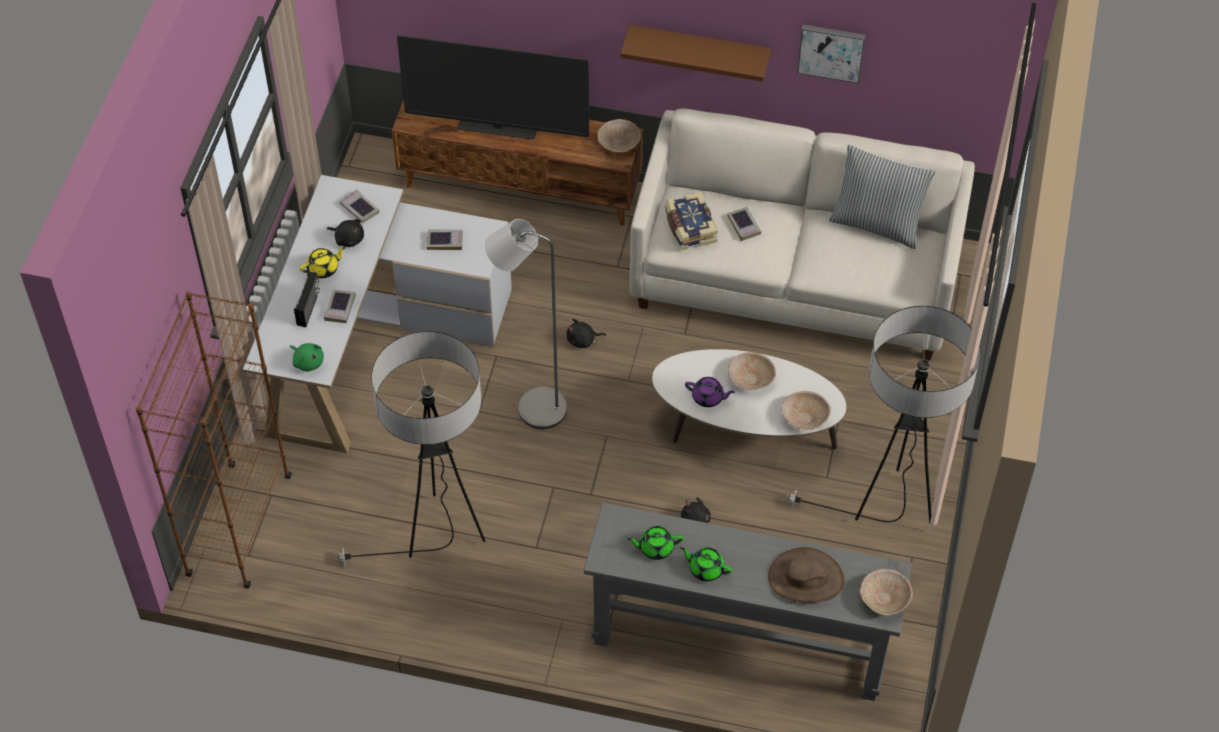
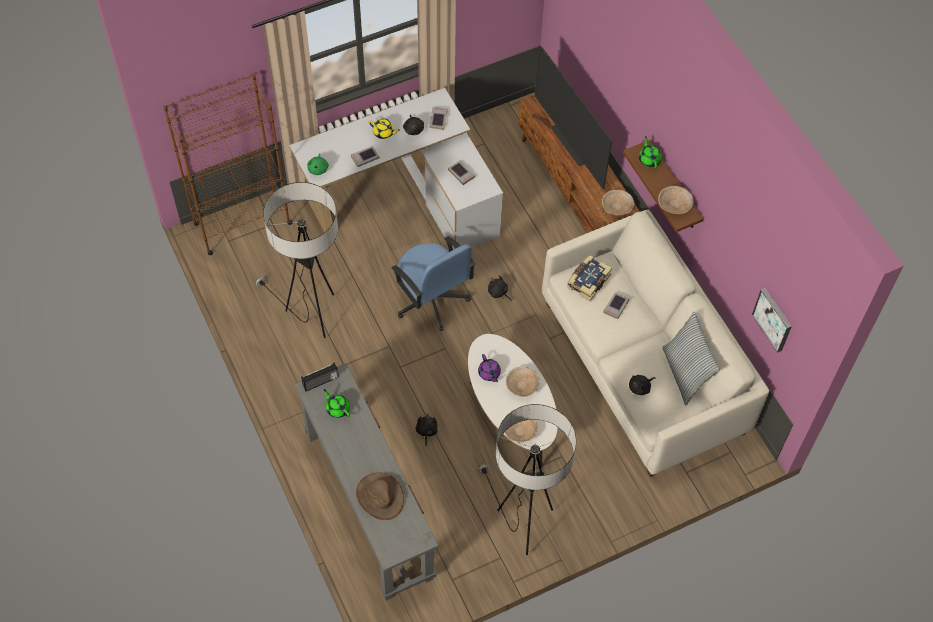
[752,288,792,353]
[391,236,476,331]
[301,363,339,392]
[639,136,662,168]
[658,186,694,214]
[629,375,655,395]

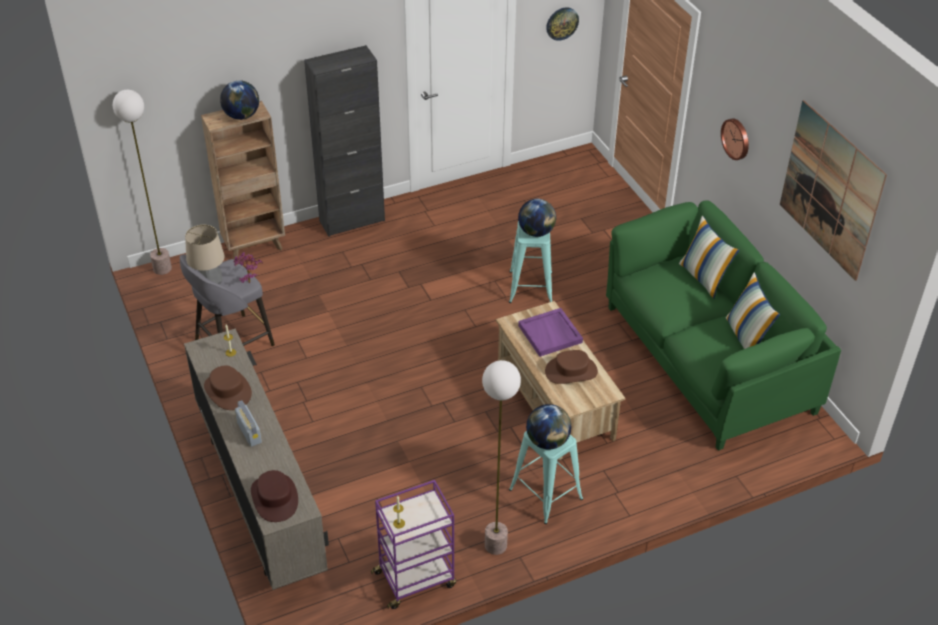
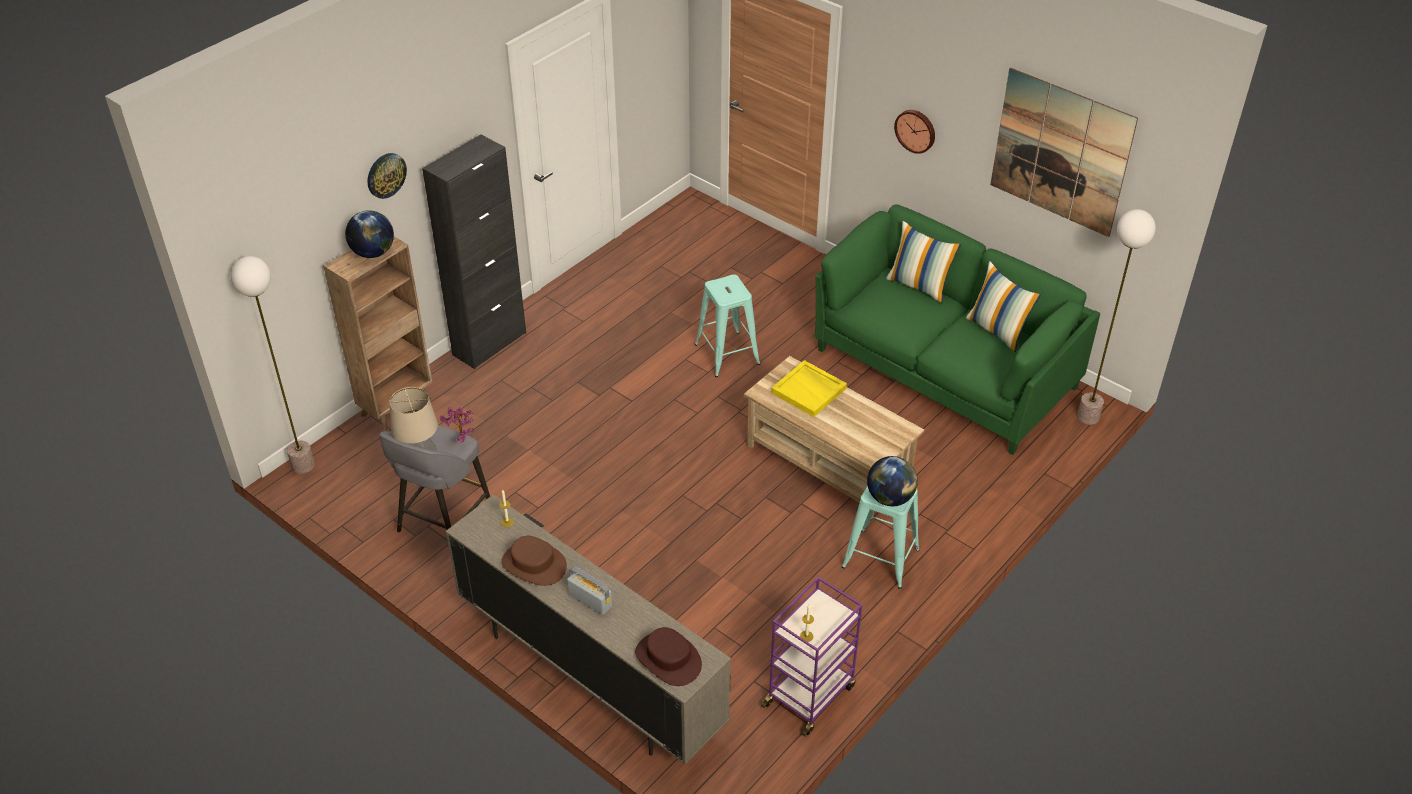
[367,153,407,199]
[518,199,556,237] (first image)
[771,360,847,417]
[545,350,598,384] (first image)
[1077,209,1156,425]

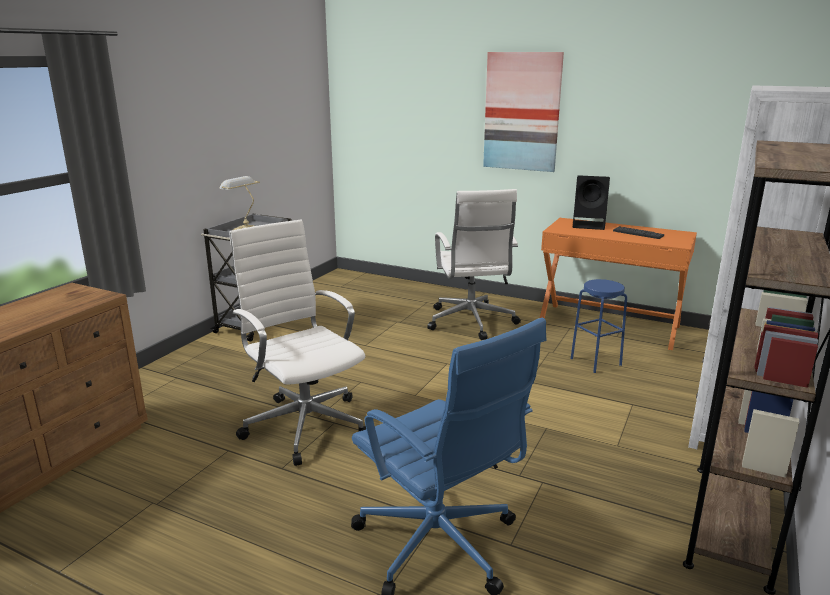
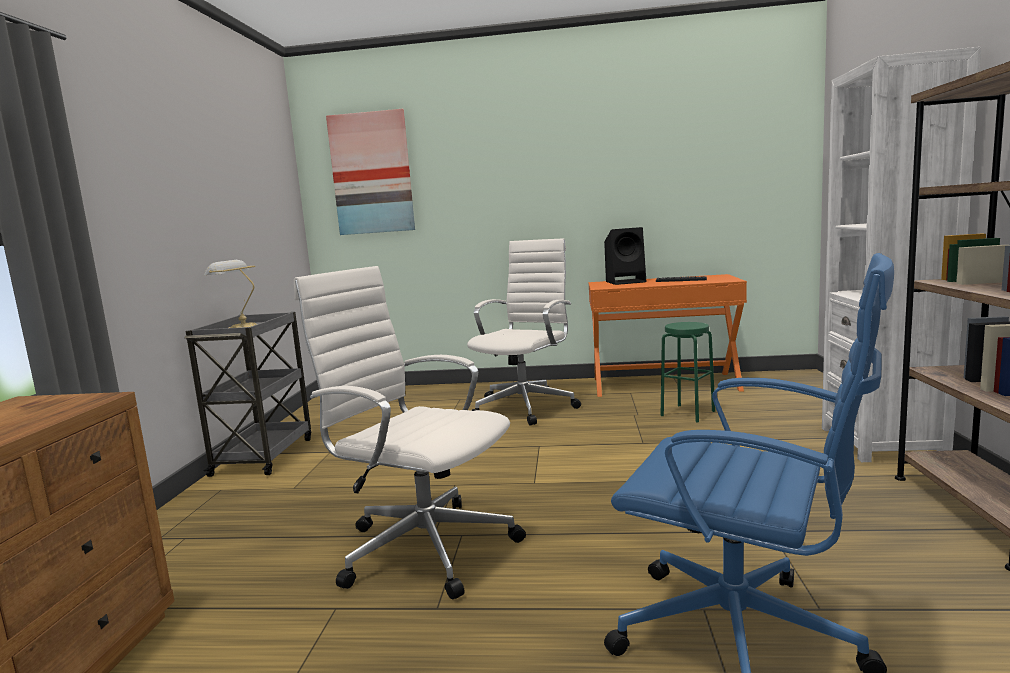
[326,109,415,235]
[467,238,581,426]
[660,322,715,422]

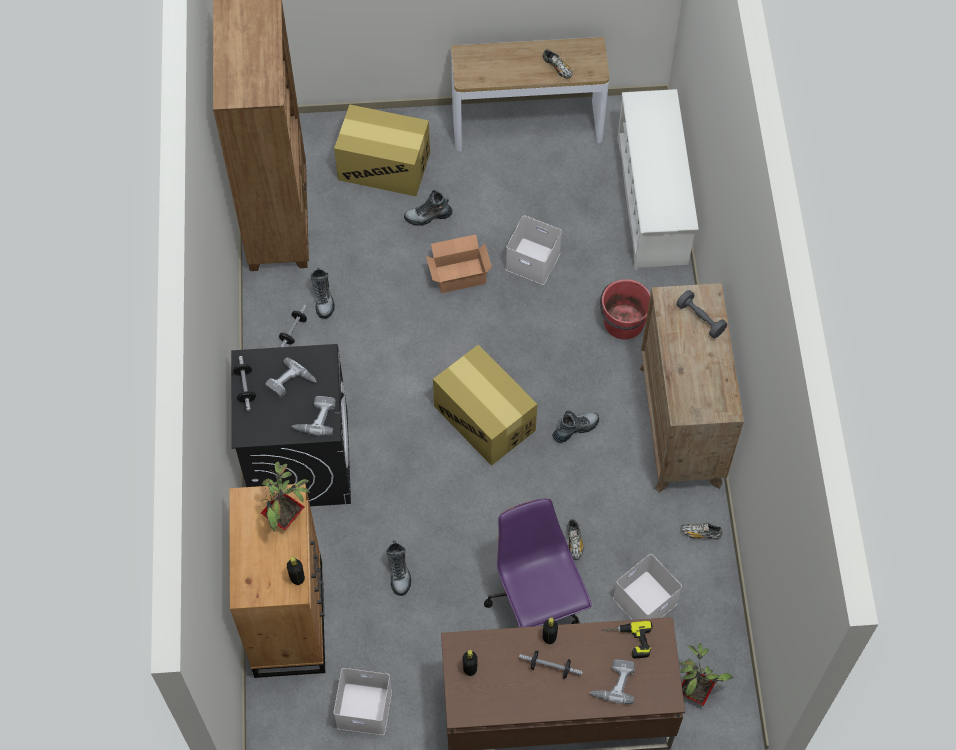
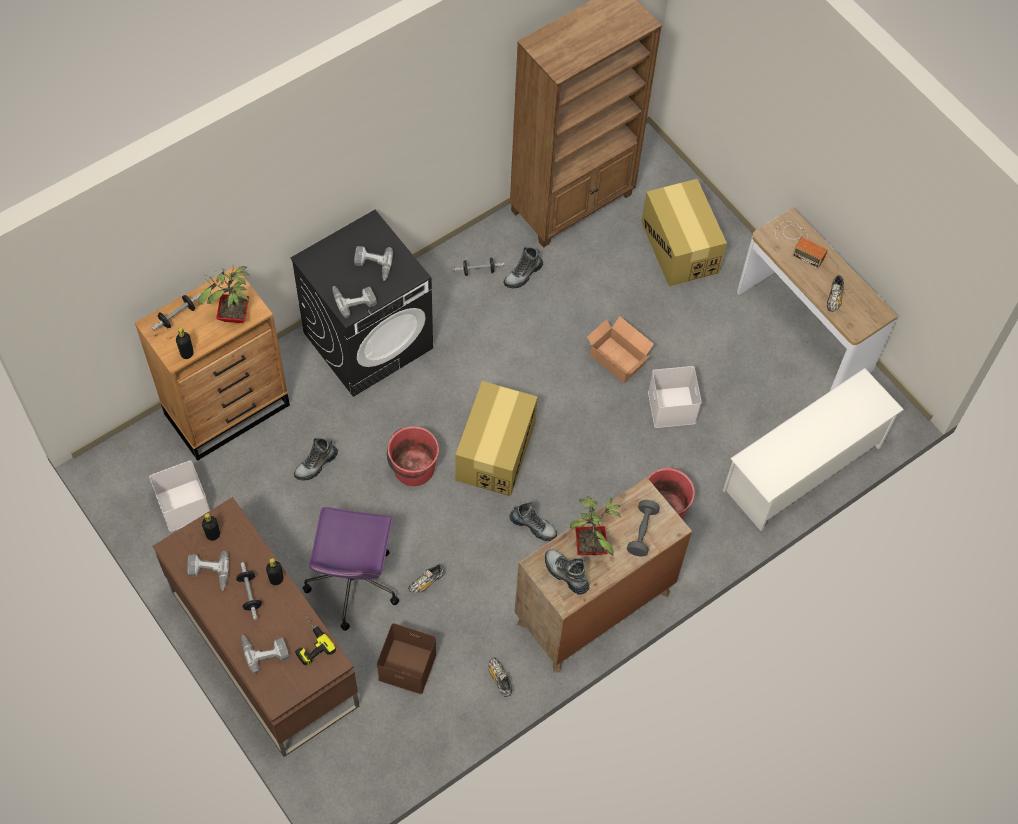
[545,549,589,595]
[151,293,201,331]
[303,507,399,631]
[377,623,437,694]
[570,496,621,556]
[775,221,827,269]
[387,426,439,486]
[187,551,229,591]

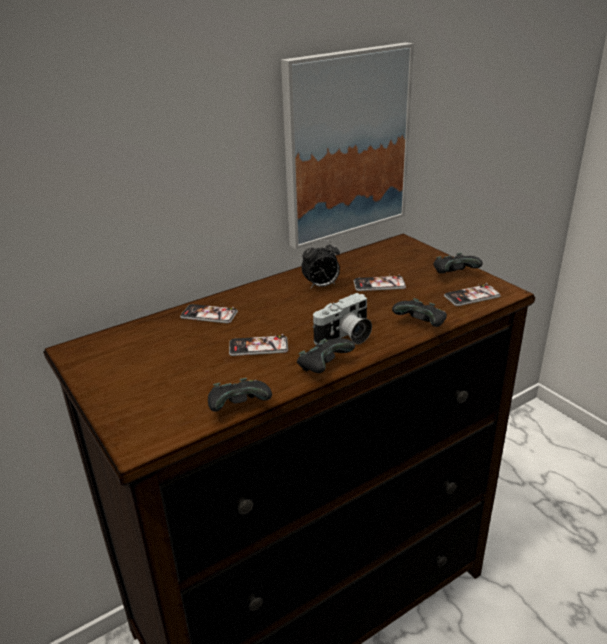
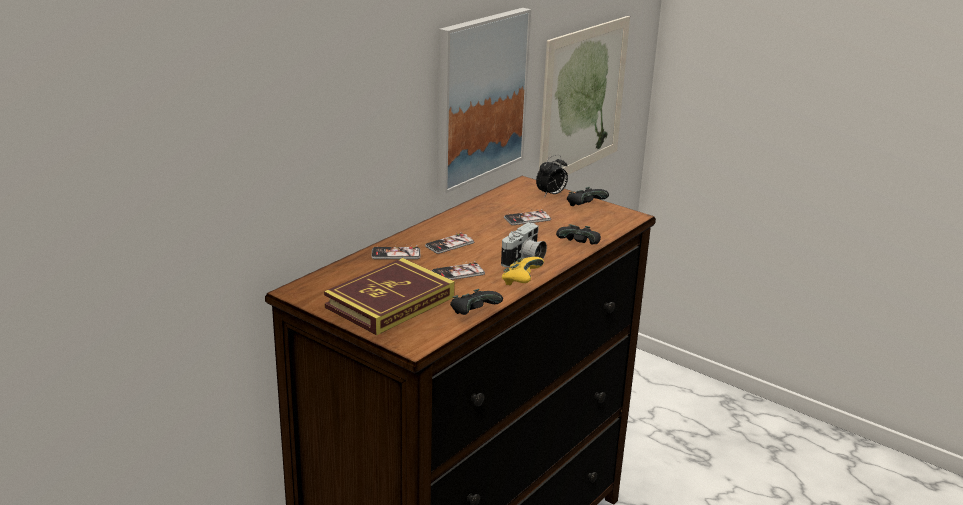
[536,155,568,197]
[425,232,474,254]
[502,257,544,285]
[539,16,630,175]
[324,258,455,336]

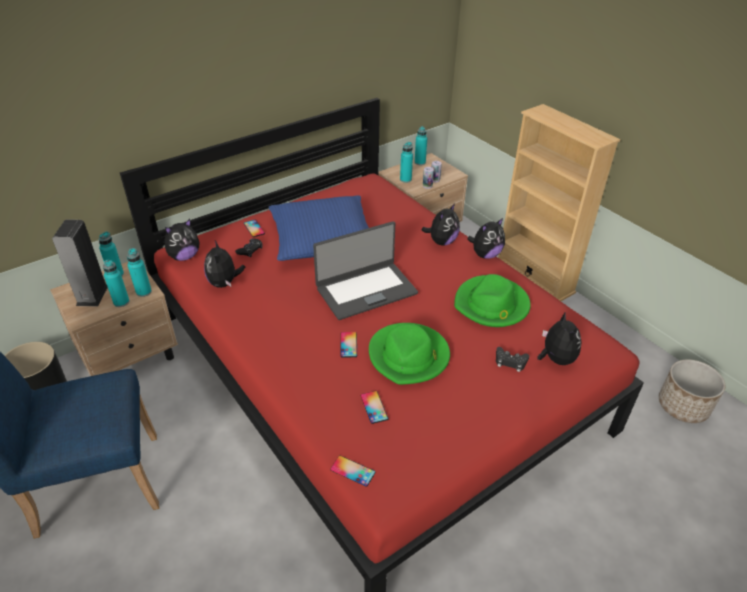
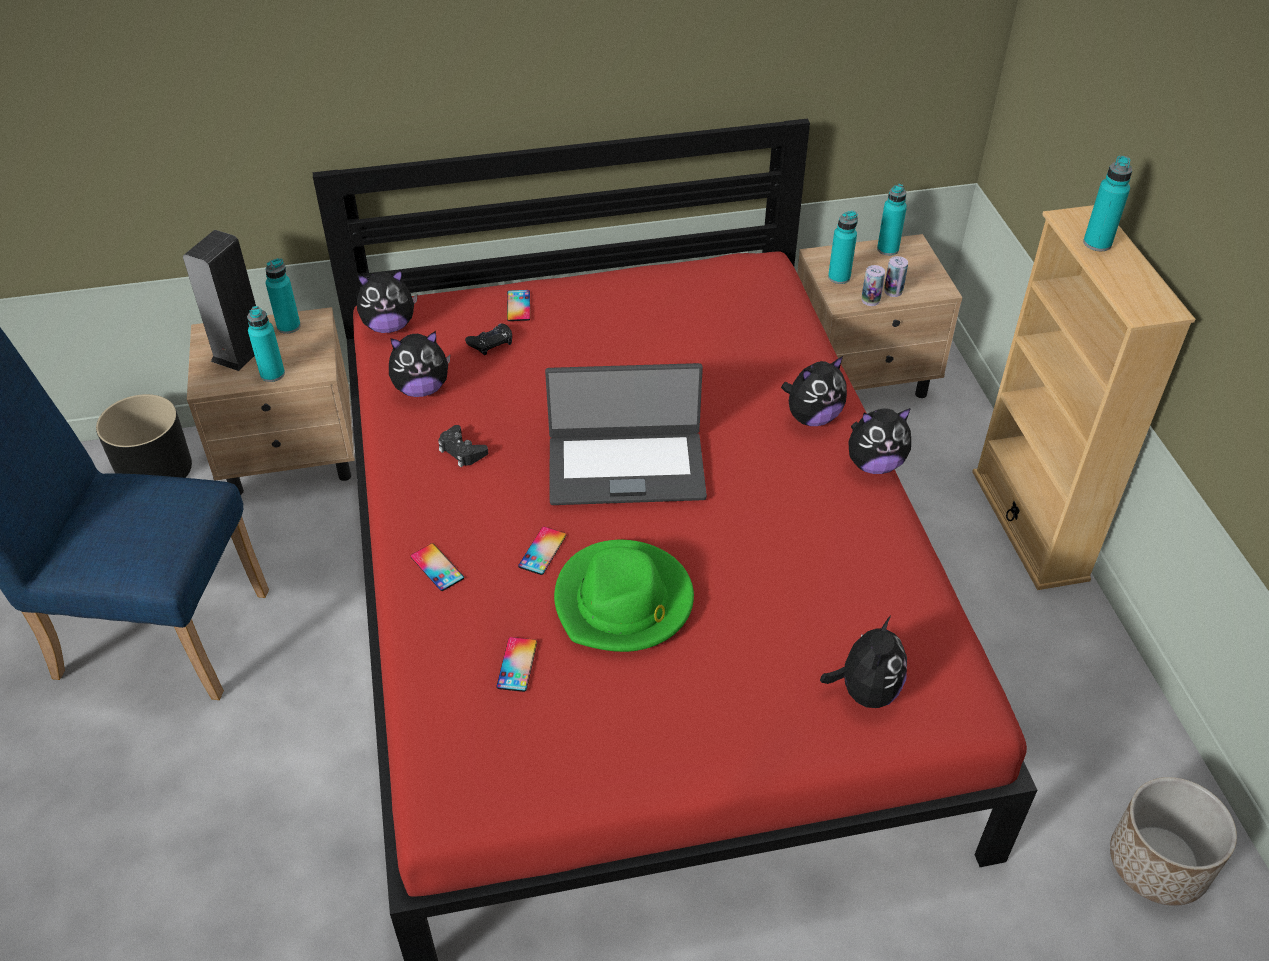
[269,195,369,261] (first image)
[389,331,451,397]
[1083,156,1132,251]
[454,274,531,327] (first image)
[438,425,488,467]
[411,543,464,591]

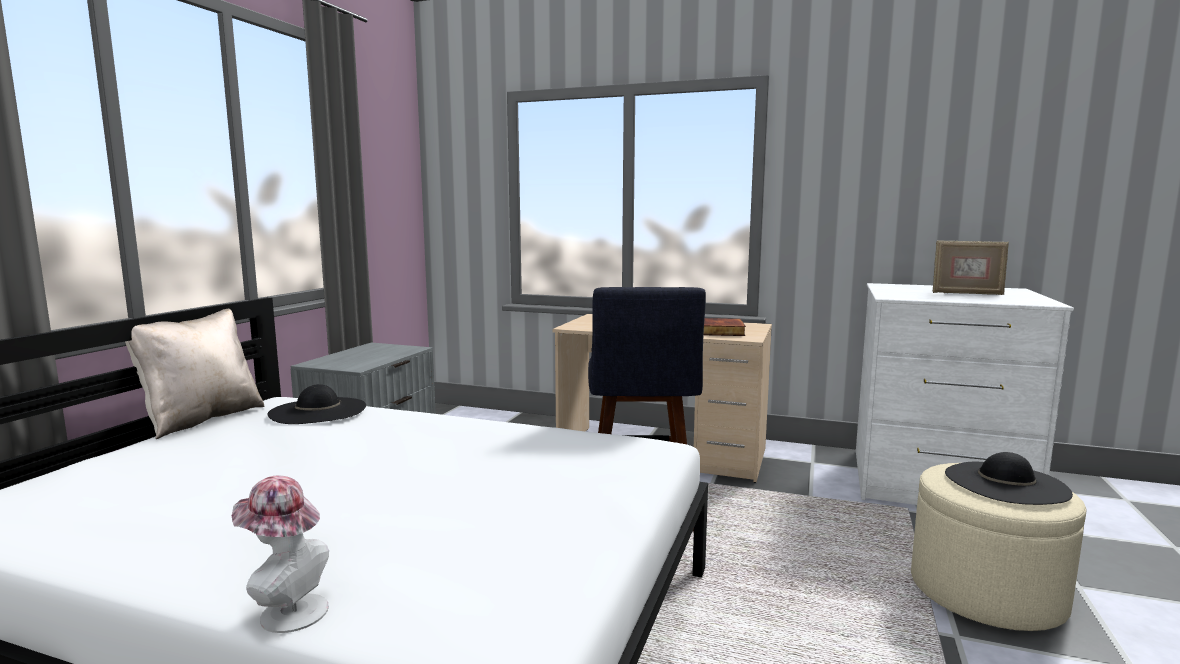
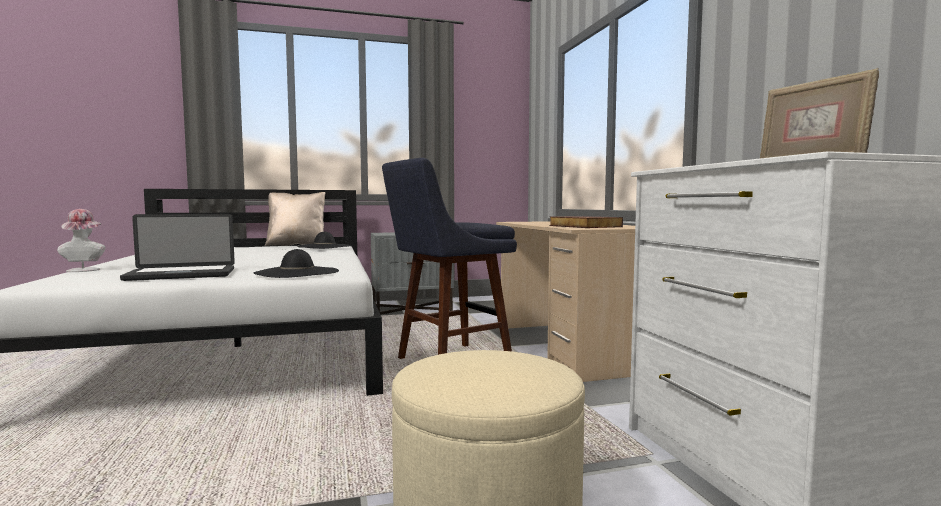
[254,249,339,278]
[120,214,235,281]

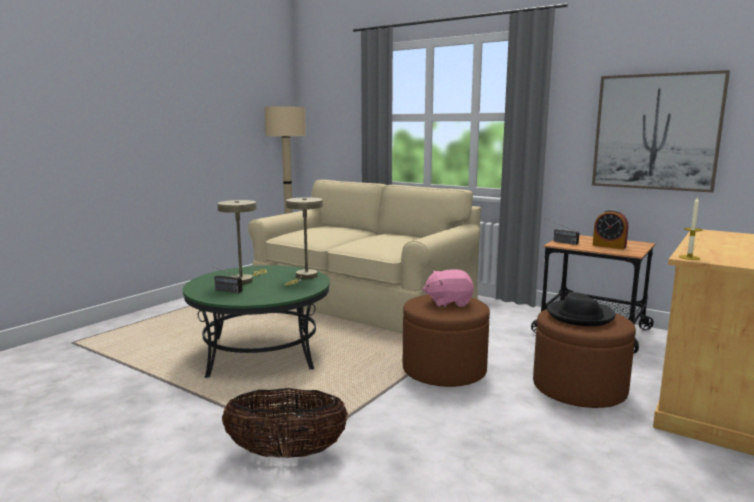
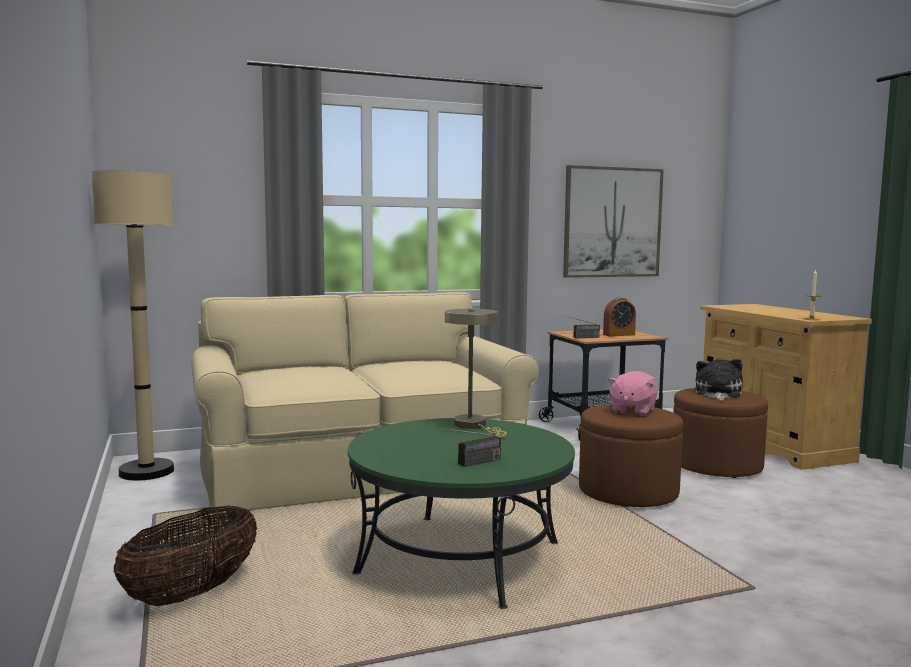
[217,200,267,285] (first image)
[695,359,743,401]
[114,506,257,606]

